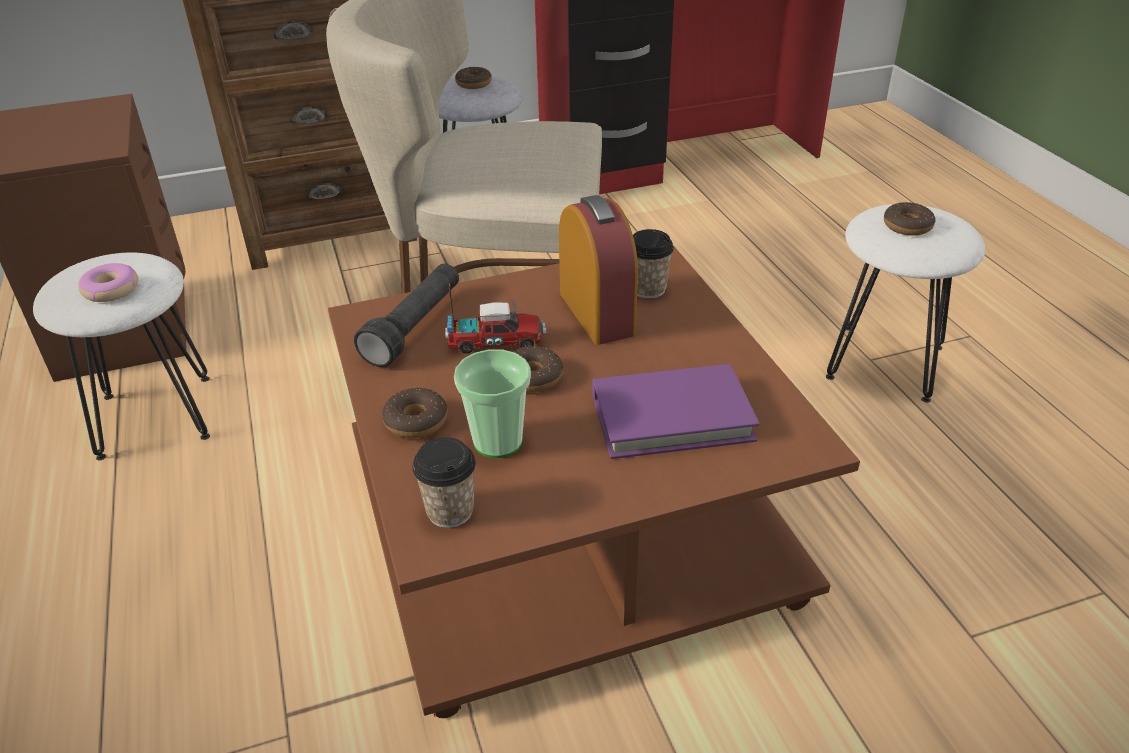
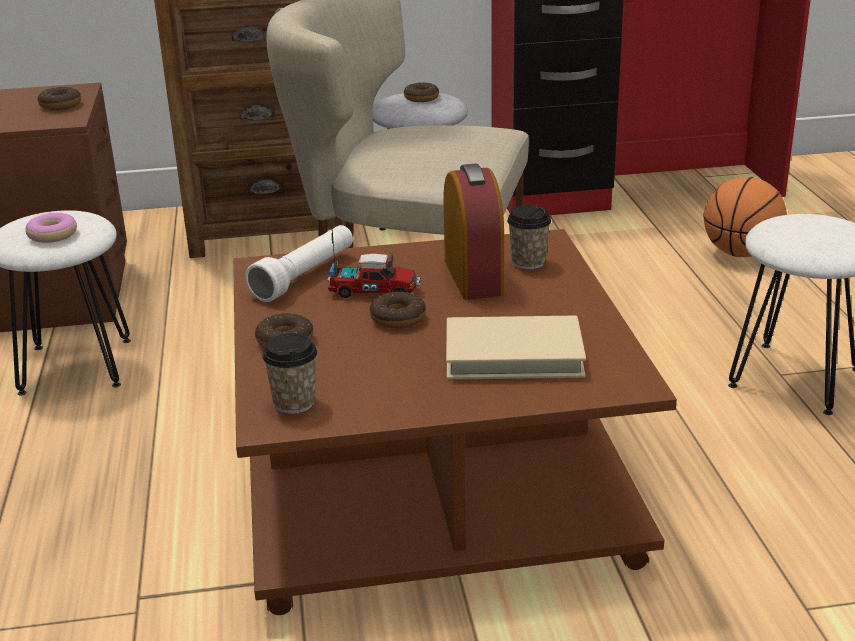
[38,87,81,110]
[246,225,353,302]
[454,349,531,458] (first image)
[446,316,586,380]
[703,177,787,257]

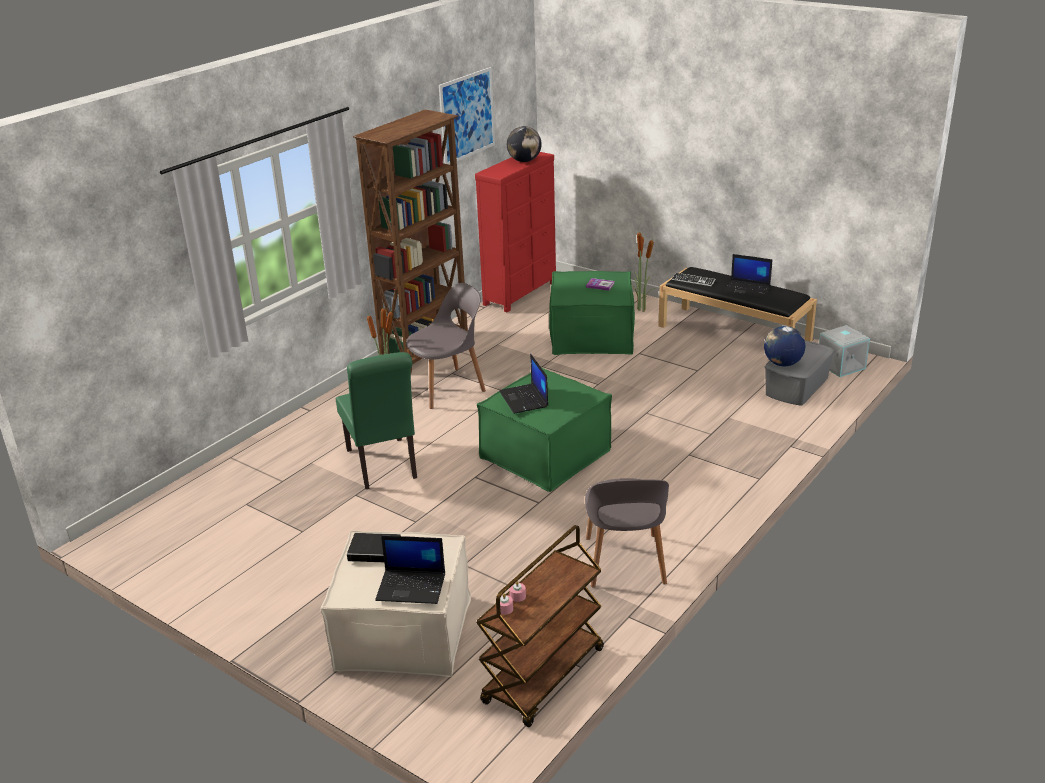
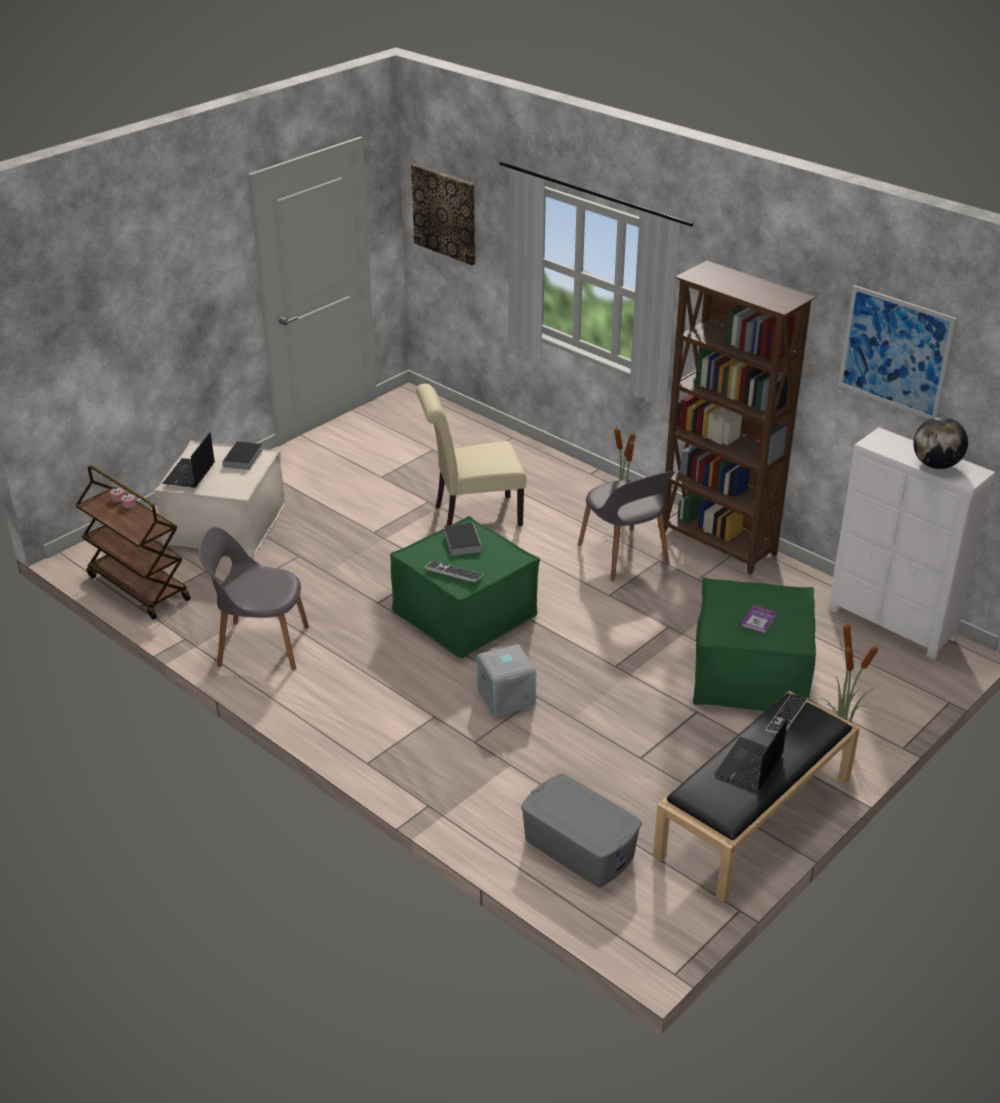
[828,427,996,659]
[477,644,536,717]
[764,326,805,366] (first image)
[416,384,526,526]
[444,522,482,556]
[411,164,475,265]
[425,561,483,583]

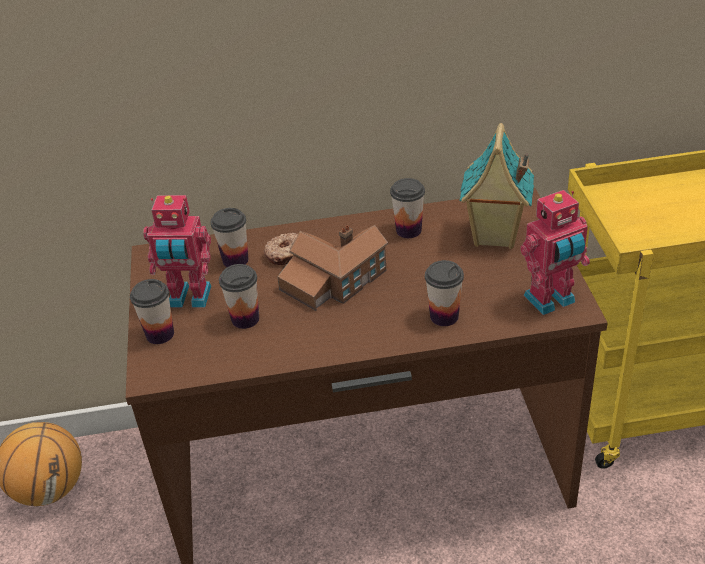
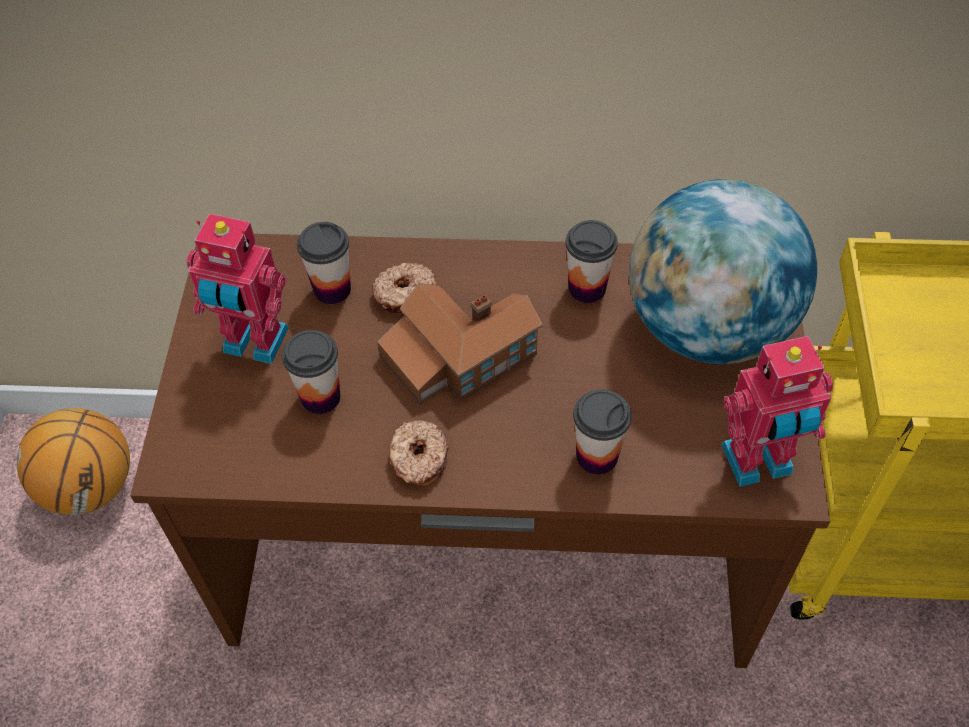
[629,179,817,364]
[130,279,174,344] (first image)
[389,420,449,486]

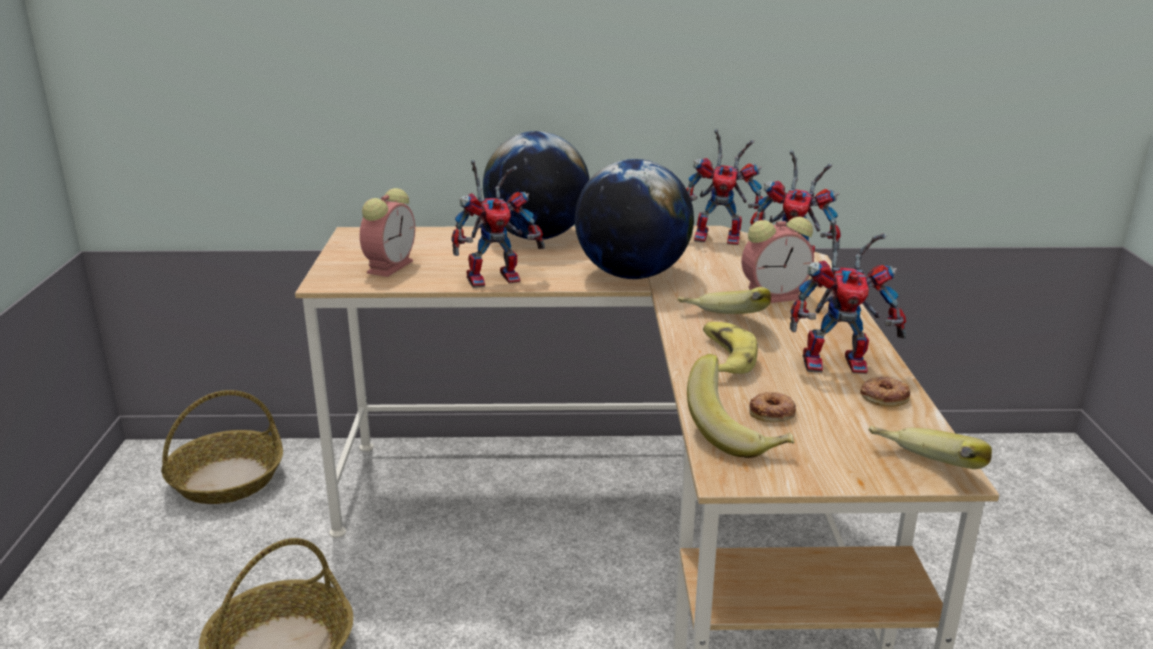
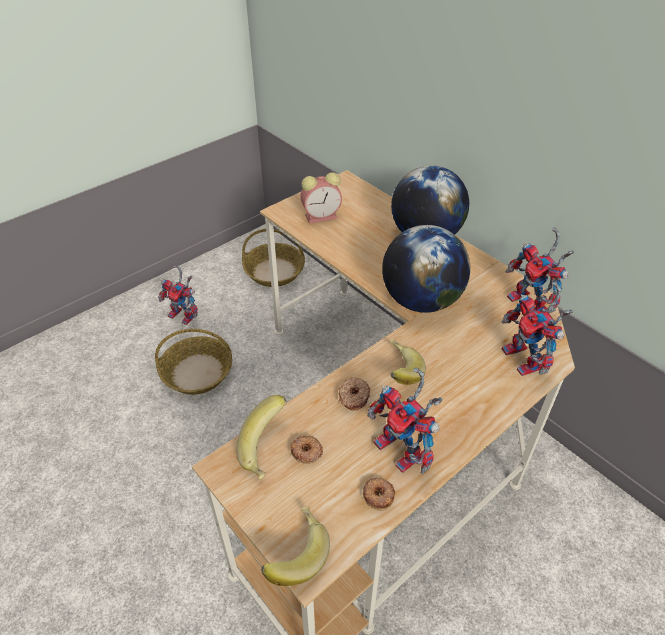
[158,265,198,325]
[742,217,814,303] (first image)
[339,377,370,411]

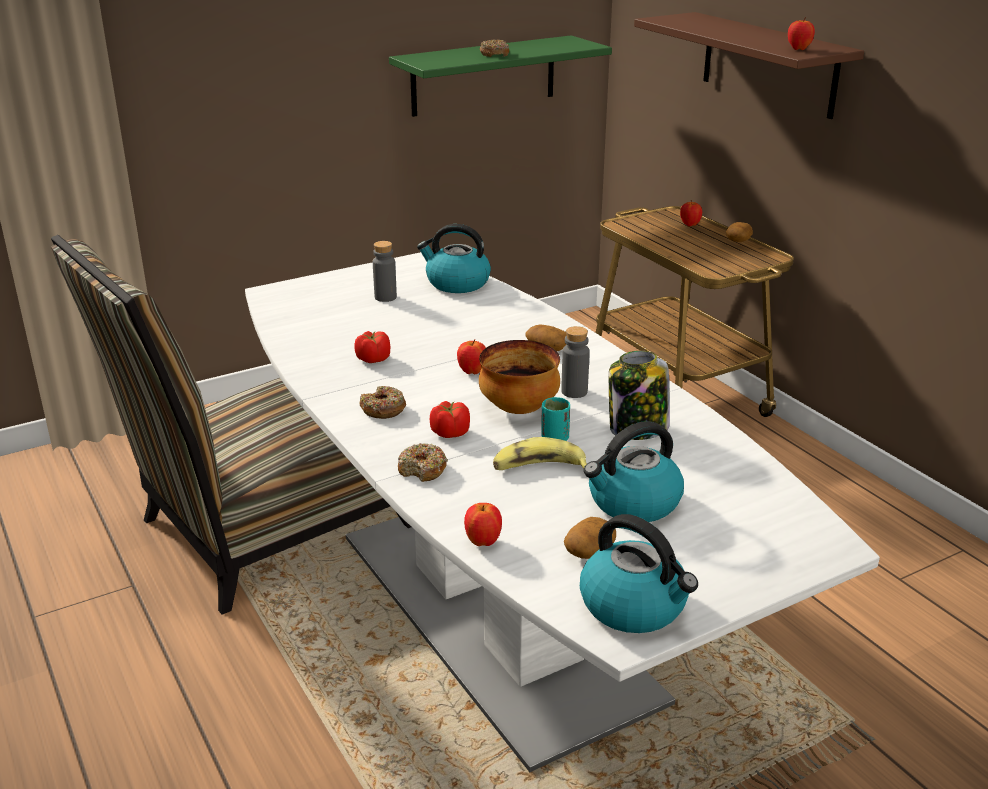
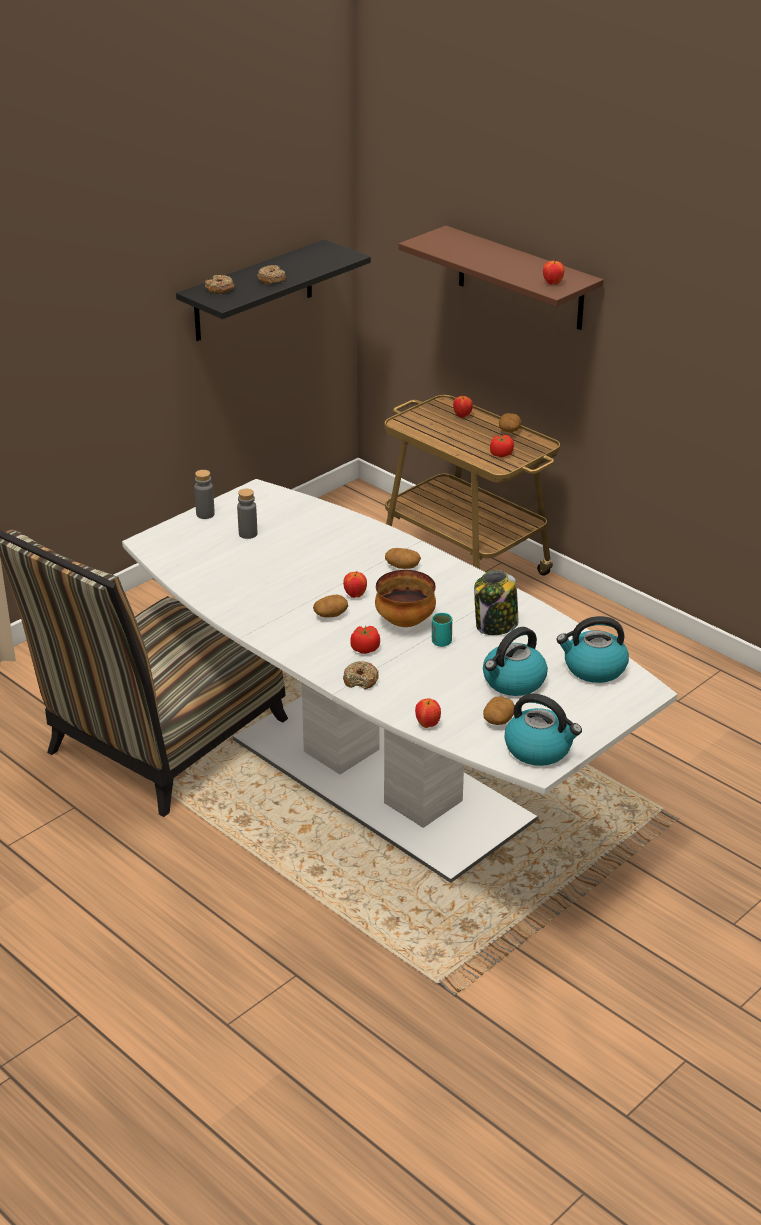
[176,240,371,341]
[556,616,629,683]
[194,470,215,519]
[490,435,514,457]
[205,275,235,294]
[493,437,587,470] (first image)
[313,594,348,618]

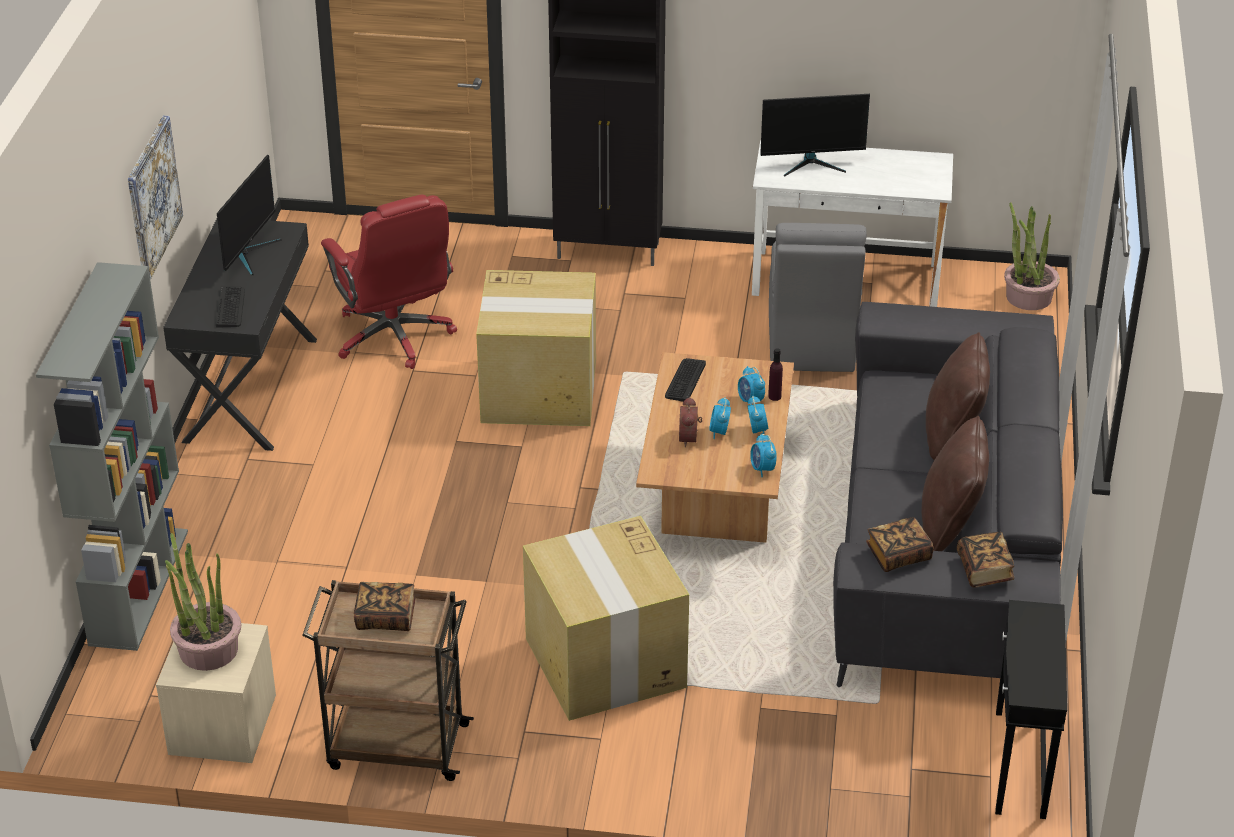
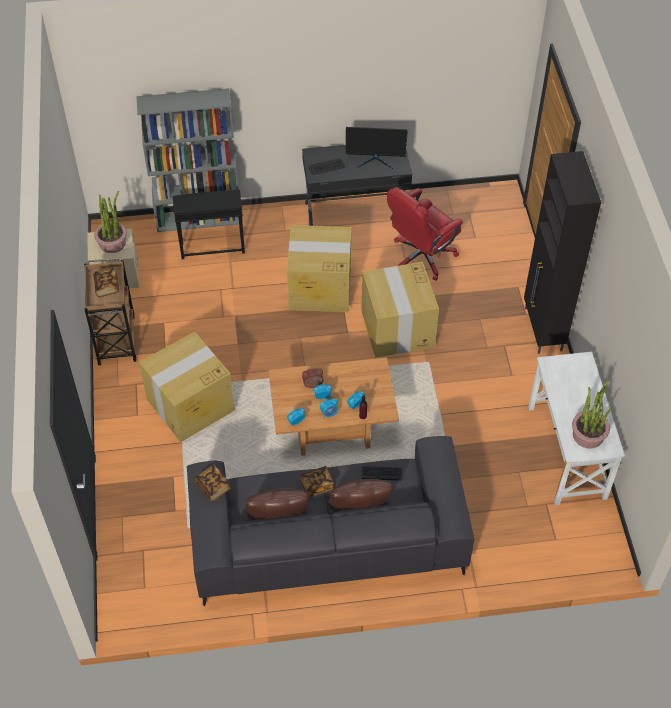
[760,94,870,177] (first image)
[128,116,183,280] (first image)
[572,380,612,448]
[769,223,867,372] (first image)
[361,466,402,481]
[299,466,334,497]
[173,190,245,259]
[287,225,351,312]

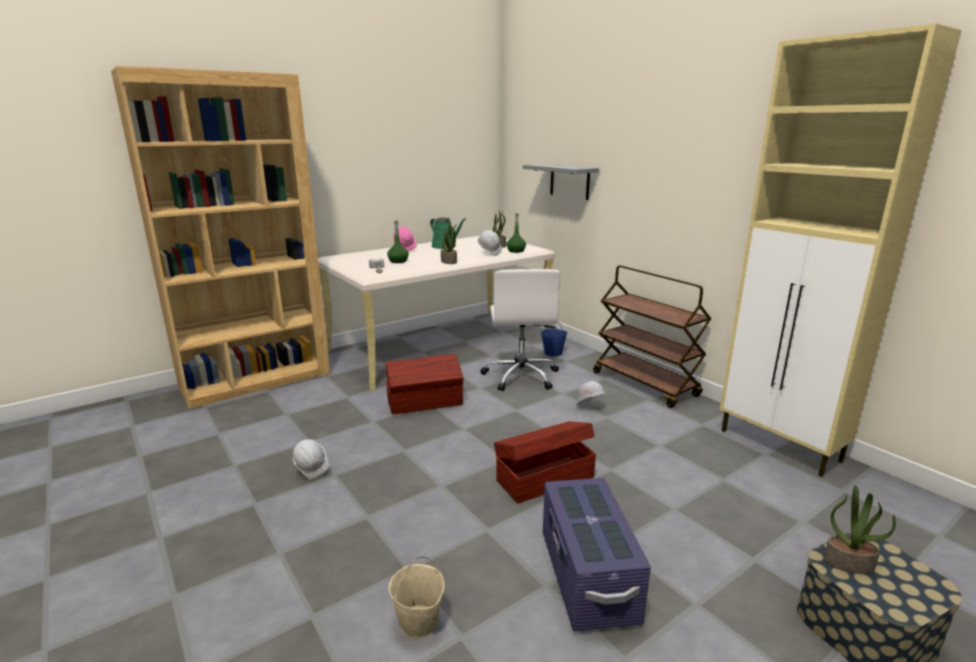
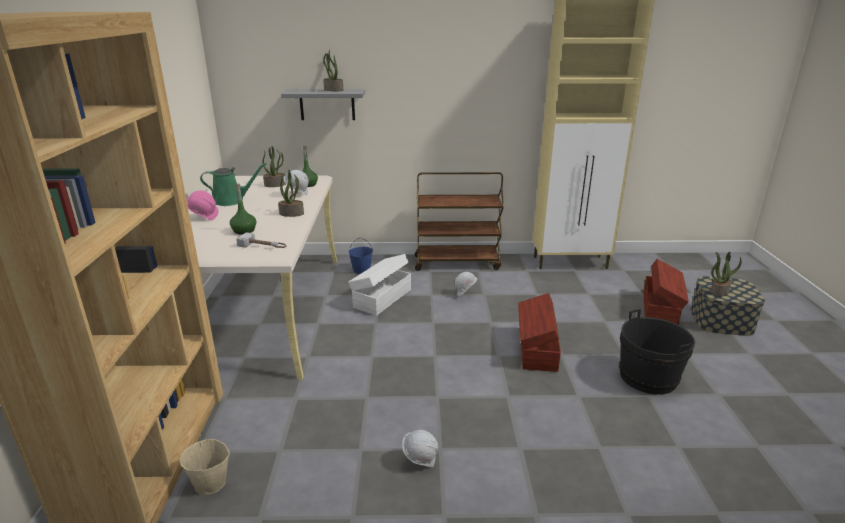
[348,254,411,316]
[643,259,689,325]
[619,309,695,395]
[180,432,230,495]
[323,49,343,91]

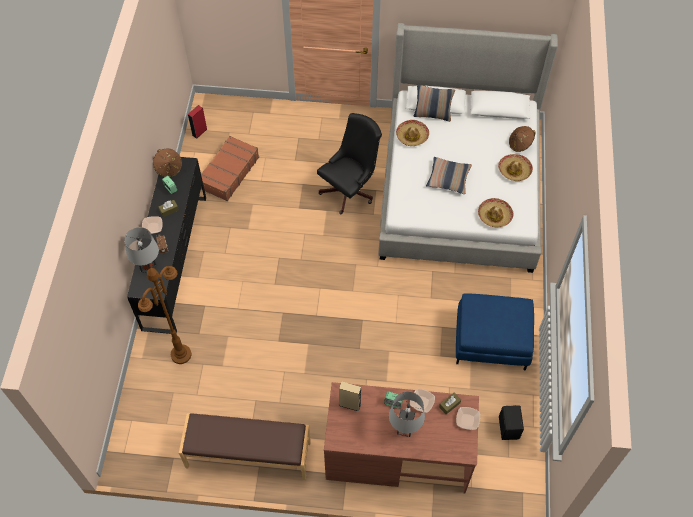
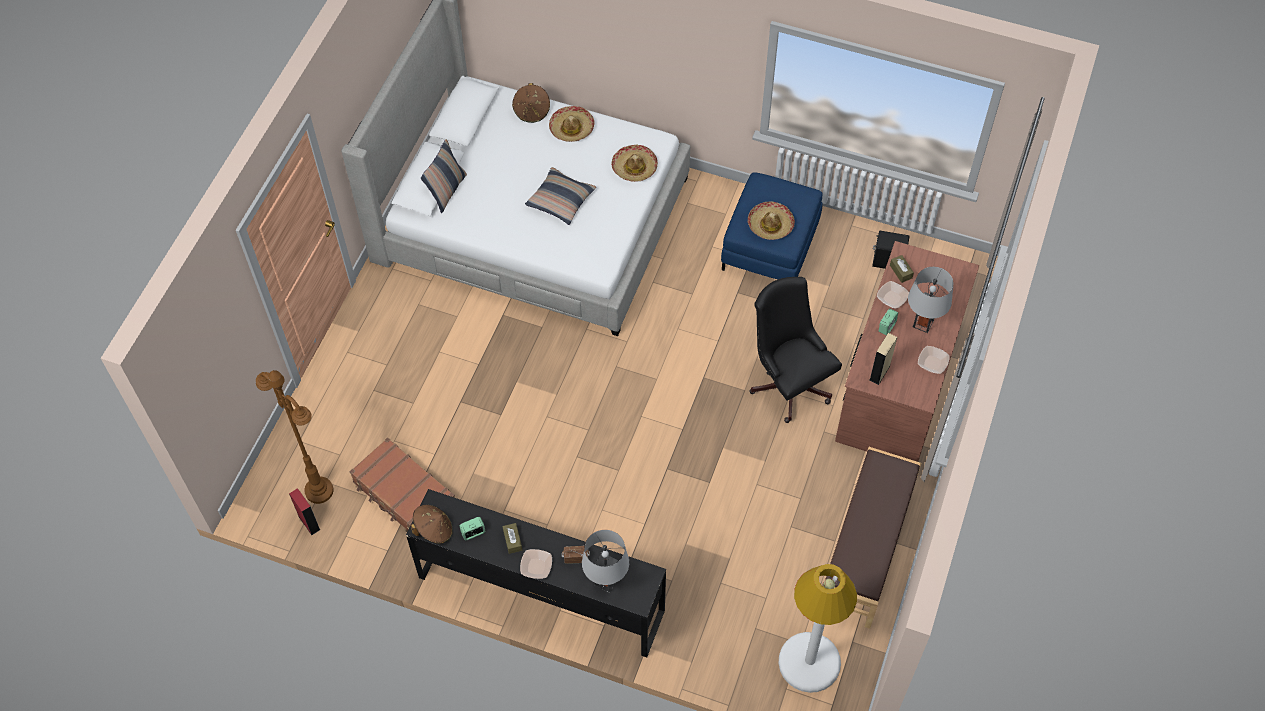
[749,277,842,423]
[748,201,795,240]
[256,370,333,504]
[918,346,950,374]
[779,564,857,693]

